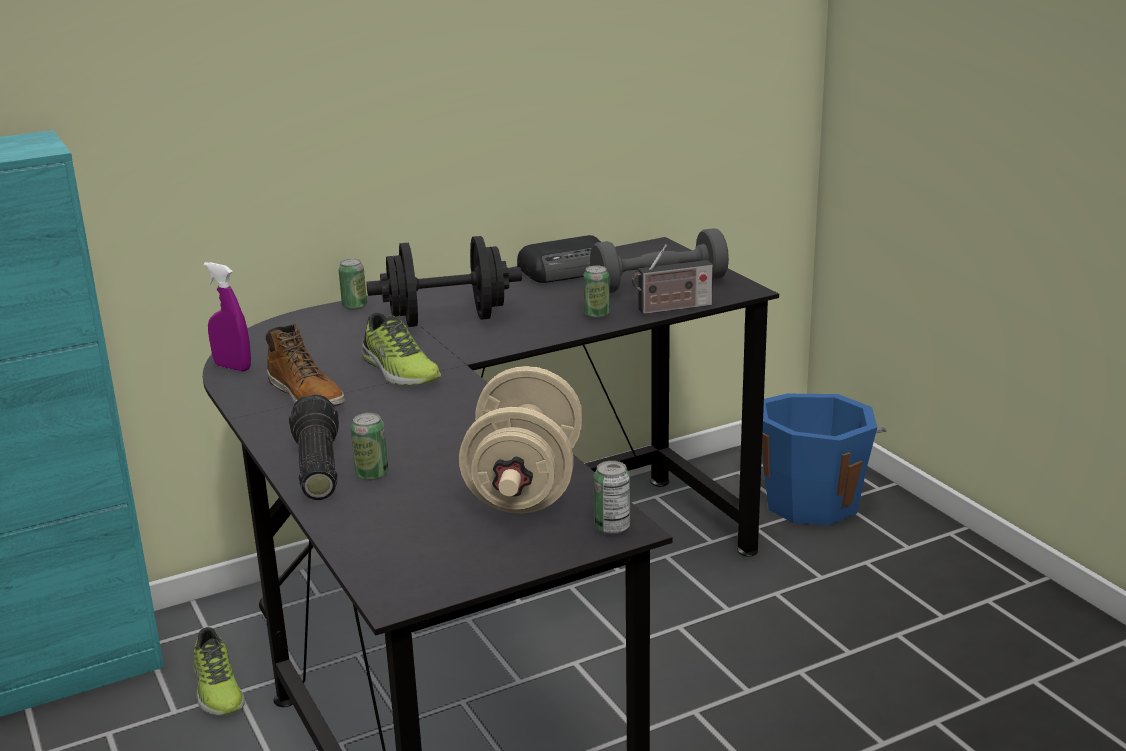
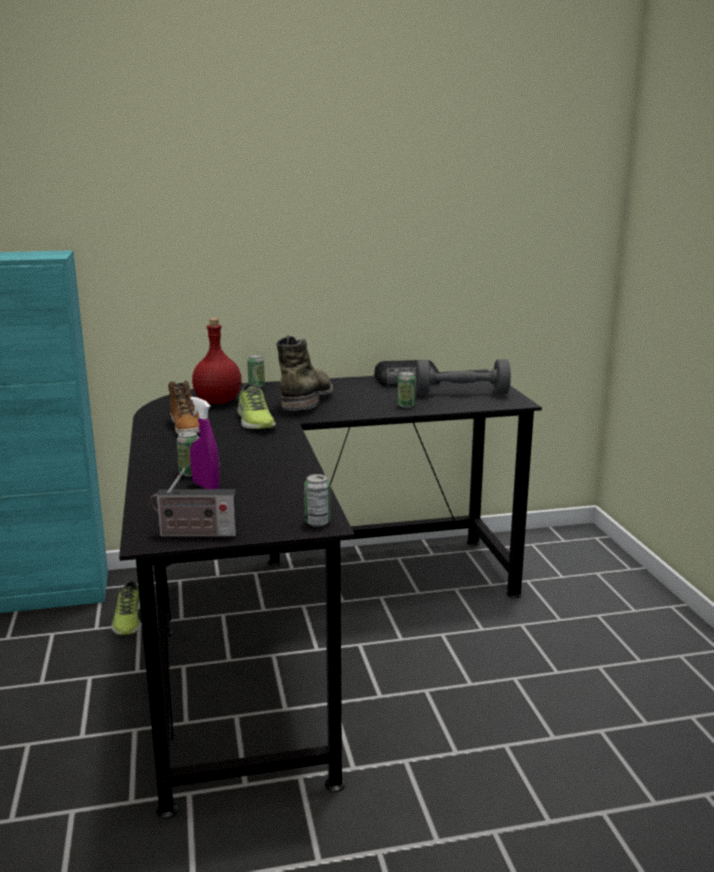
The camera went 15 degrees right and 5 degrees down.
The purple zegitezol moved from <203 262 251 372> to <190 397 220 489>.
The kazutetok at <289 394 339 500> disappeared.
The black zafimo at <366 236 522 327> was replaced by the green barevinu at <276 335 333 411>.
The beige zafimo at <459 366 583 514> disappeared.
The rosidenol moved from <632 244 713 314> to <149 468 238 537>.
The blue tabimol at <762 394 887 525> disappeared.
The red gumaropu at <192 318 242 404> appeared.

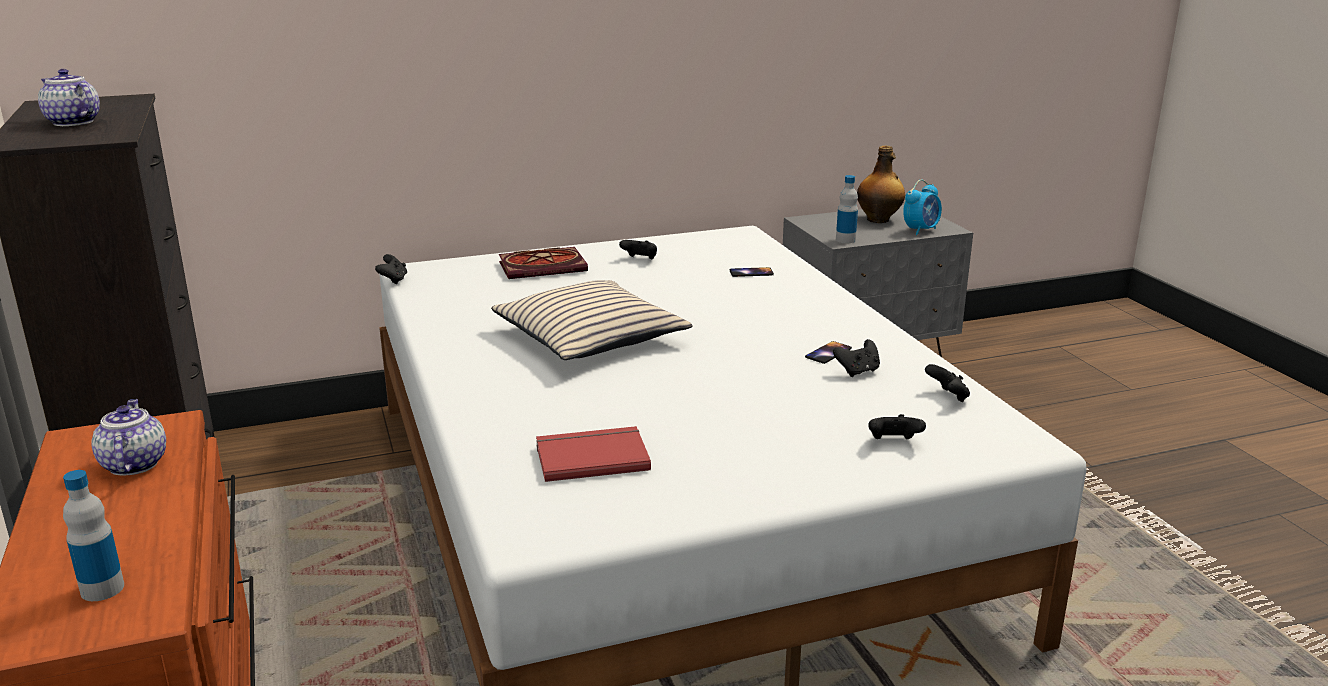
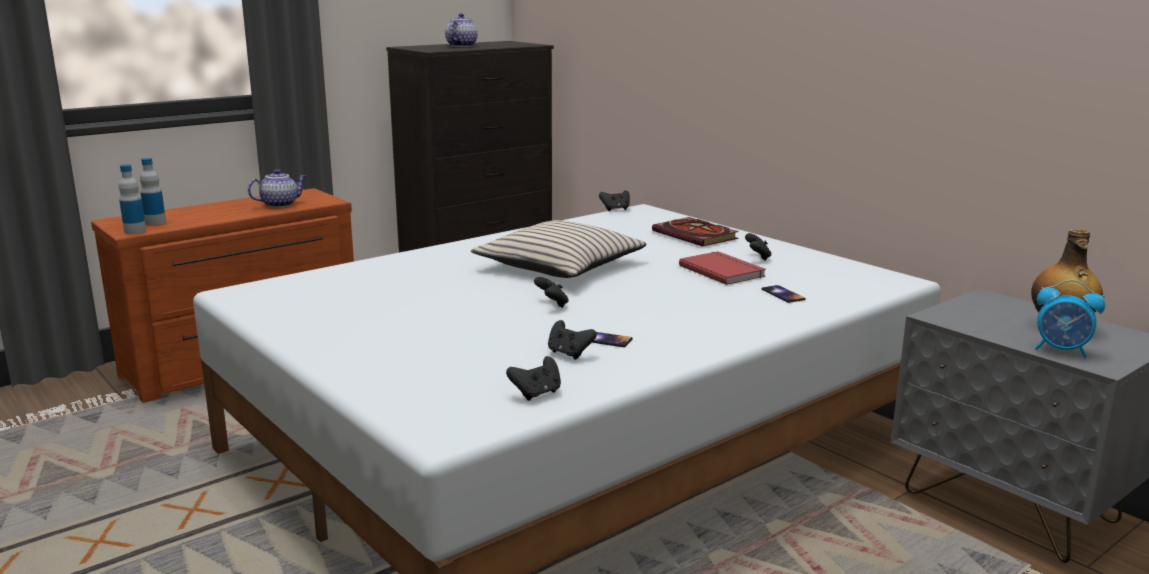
The camera went 70 degrees right and 5 degrees down.
The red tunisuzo moved from <536 426 651 482> to <679 251 766 285>.
The gumaropu moved from <836 175 858 243> to <119 164 146 234>.
The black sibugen moved from <868 414 926 439> to <534 277 569 308>.

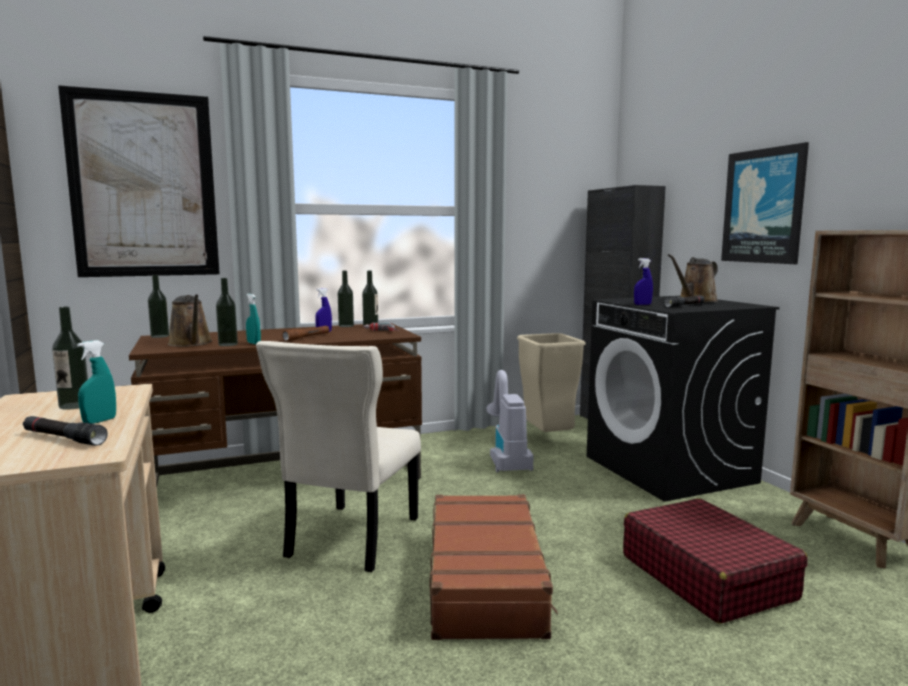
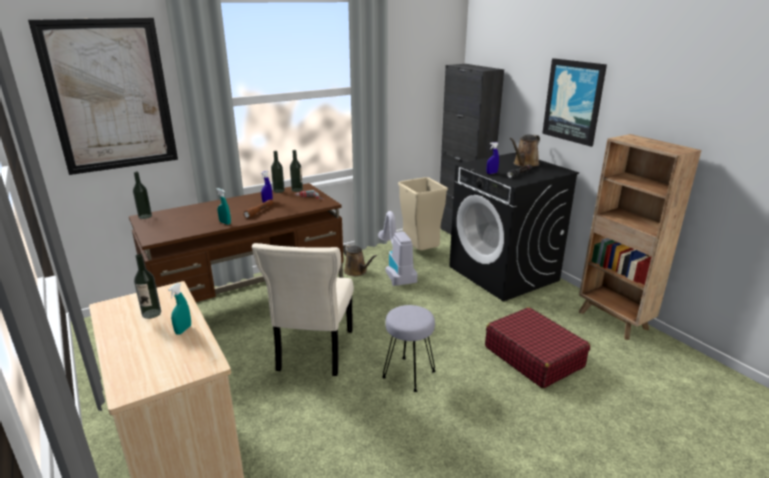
The camera went 10 degrees left and 15 degrees up.
The black kazutetok at <23 416 108 446> disappeared.
The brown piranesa moved from <168 294 212 347> to <343 244 377 276>.
The gumaropu at <216 278 238 346> disappeared.
The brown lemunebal at <429 494 558 640> was replaced by the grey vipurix at <382 305 436 392>.

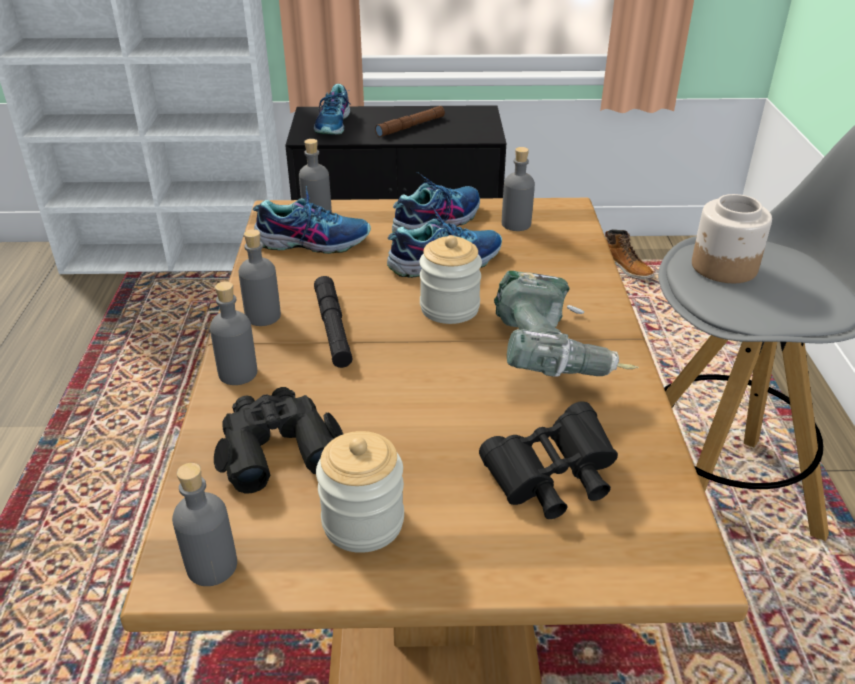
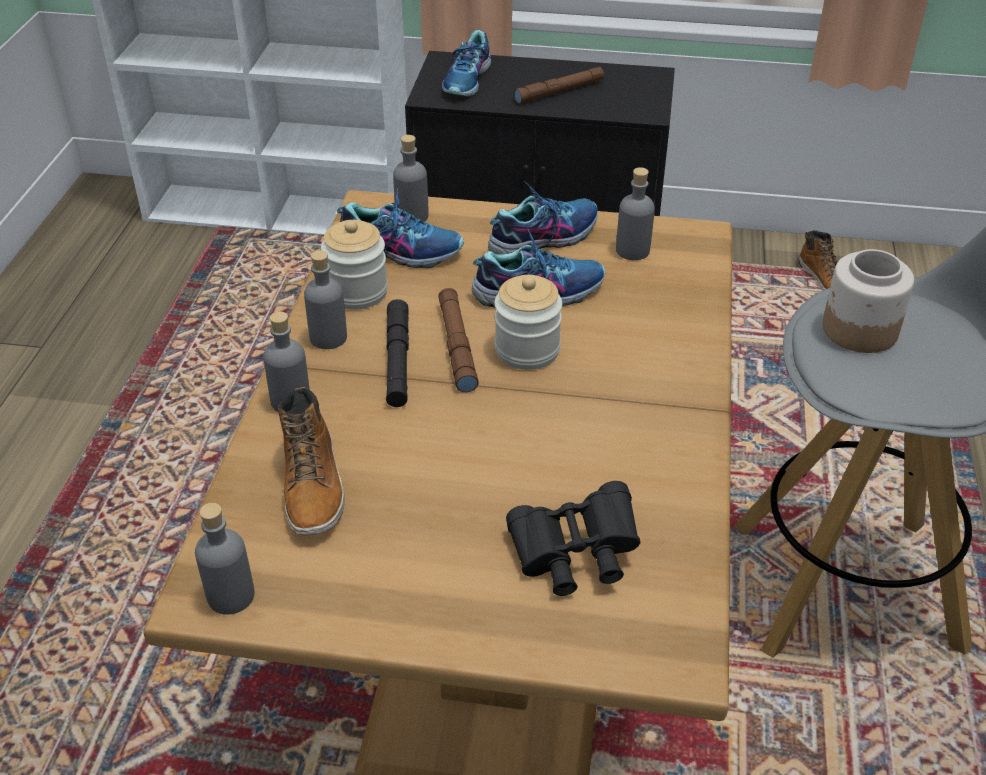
The camera went 10 degrees right and 5 degrees up.
The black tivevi at <214 387 343 494> was replaced by the barevinu at <278 387 345 535>.
The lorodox moved from <316 431 404 553> to <321 220 388 309>.
The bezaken at <494 271 639 377> disappeared.
The brown kazutetok at <438 288 479 392> appeared.

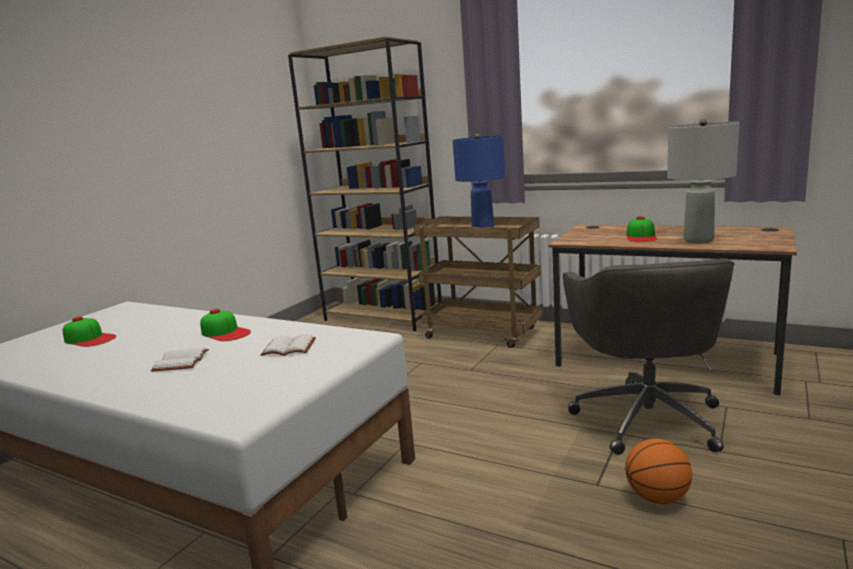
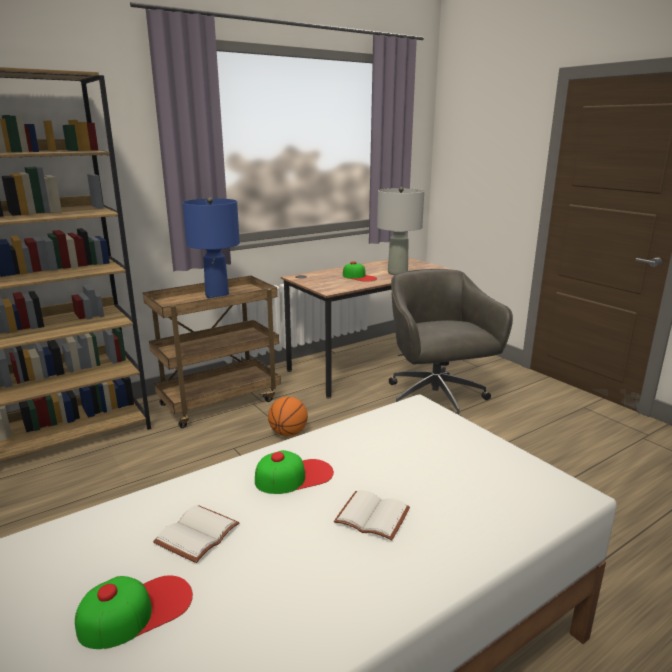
The camera went 65 degrees left and 5 degrees up.
The white tunisuzo moved from <261 334 316 356> to <153 505 240 563>.
The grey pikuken at <563 258 734 455> turned 135 degrees counterclockwise.
The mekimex moved from <625 439 692 504> to <268 396 308 436>.

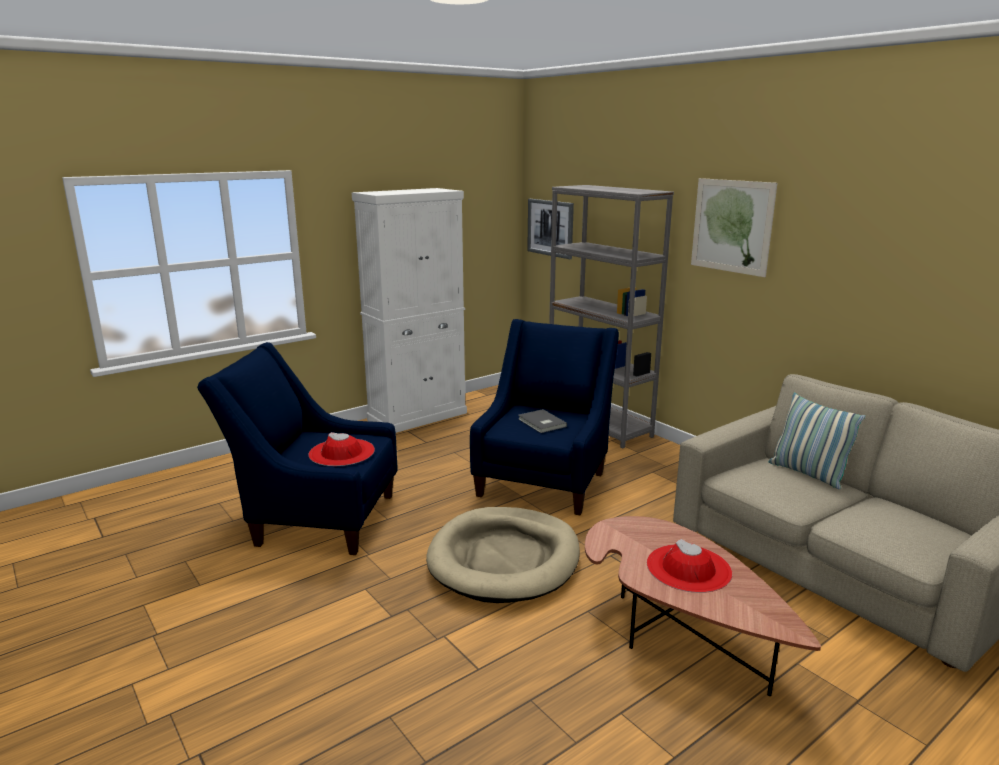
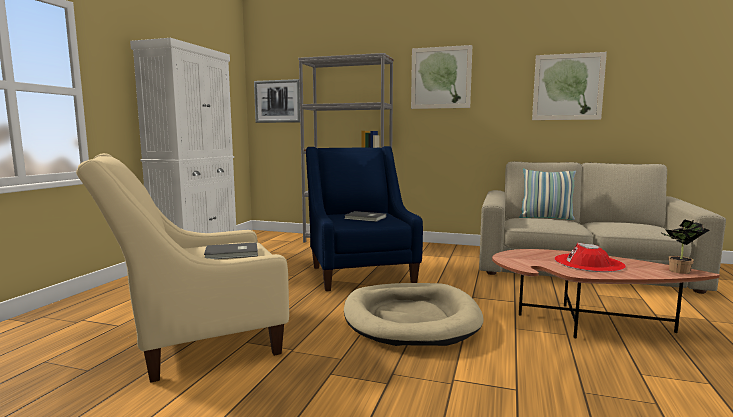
The camera went 35 degrees left and 10 degrees down.
The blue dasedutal at <197 342 397 555> became the beige dasedutal at <76 153 289 383>.
The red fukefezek at <308 432 375 466> was replaced by the grey tunisuzo at <204 242 258 259>.
The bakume at <532 52 607 120> appeared.
The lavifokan at <660 219 709 274> appeared.

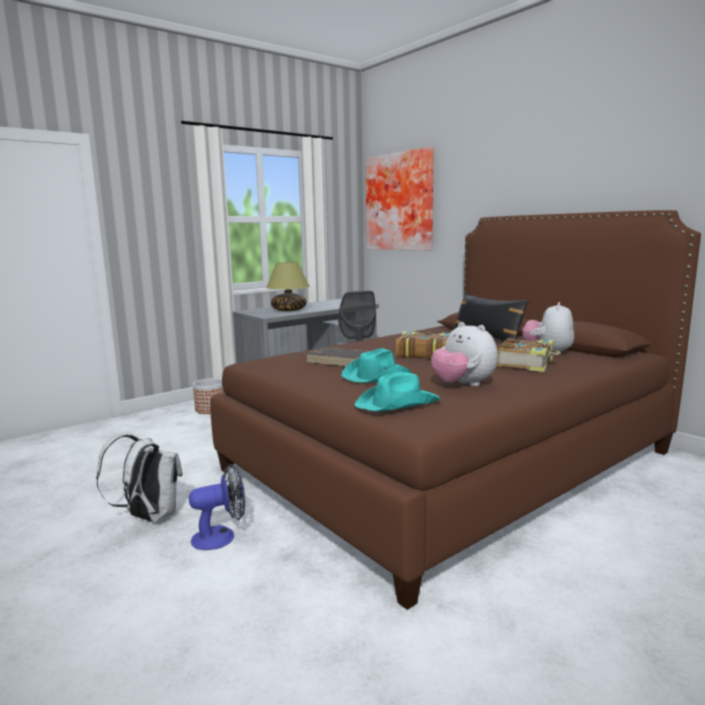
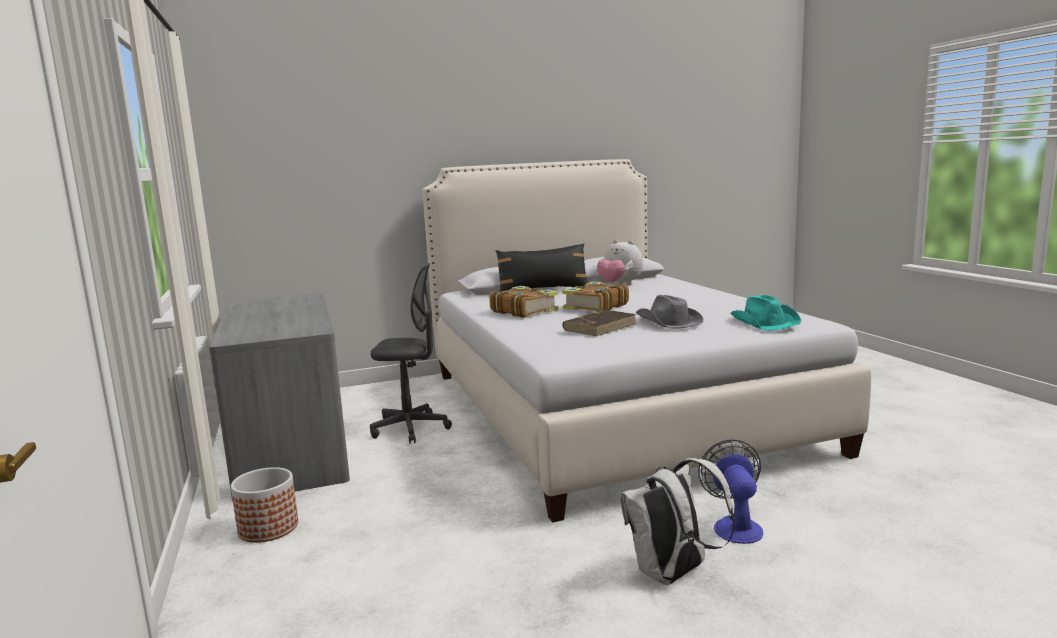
The camera went 70 degrees left and 0 degrees up.
The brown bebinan at <210 210 701 610> became the white bebinan at <422 159 871 523>.
The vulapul at <266 262 310 311> disappeared.
The turquoise fukefezek at <341 348 411 383> became the grey fukefezek at <636 295 703 329>.
The bakume at <365 146 434 251> disappeared.
The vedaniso at <431 322 498 386> disappeared.
The tunisuzo moved from <497 338 561 372> to <489 286 558 318>.

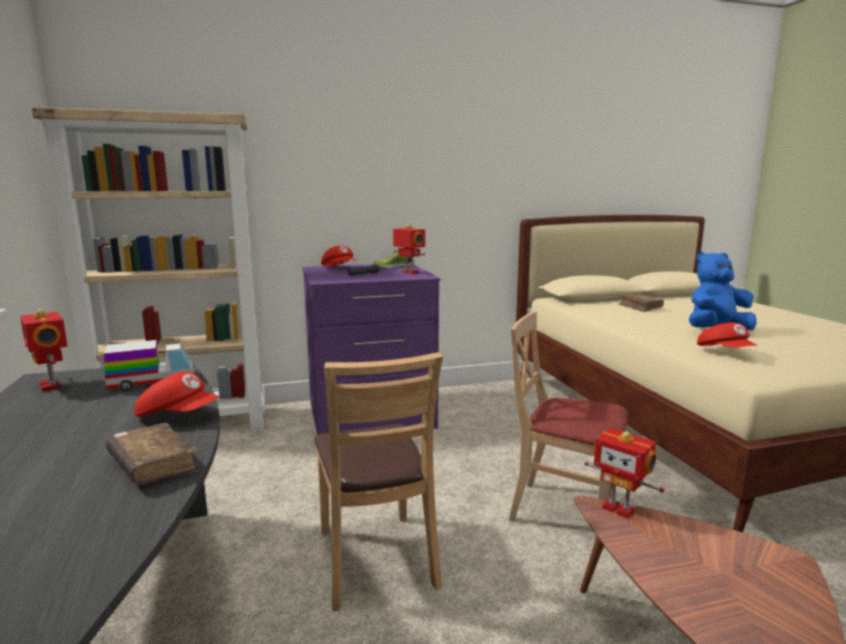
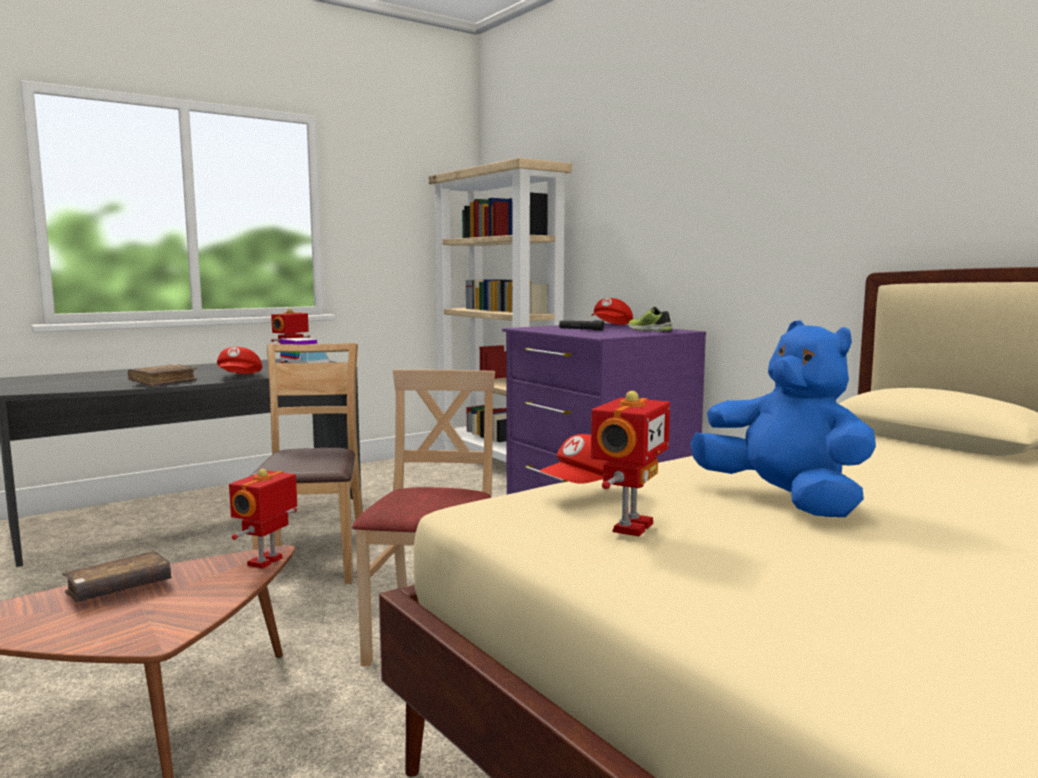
The camera went 70 degrees right and 5 degrees down.
The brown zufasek at <314 352 443 611> turned 120 degrees clockwise.
The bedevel moved from <393 224 425 274> to <591 391 670 536>.
The brown tunisuzo moved from <618 293 664 312> to <62 550 172 602>.

